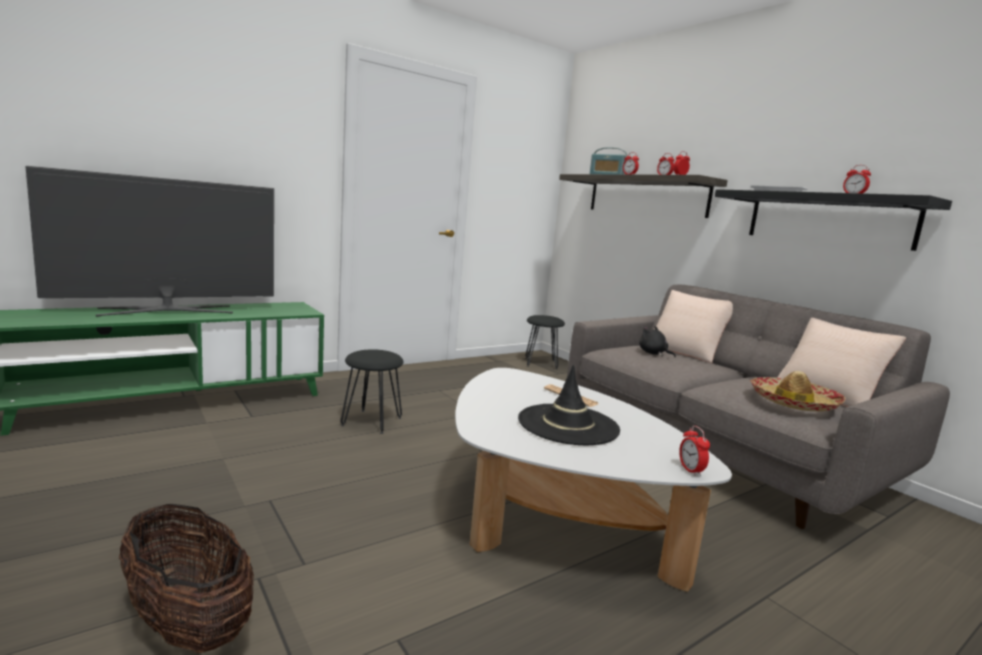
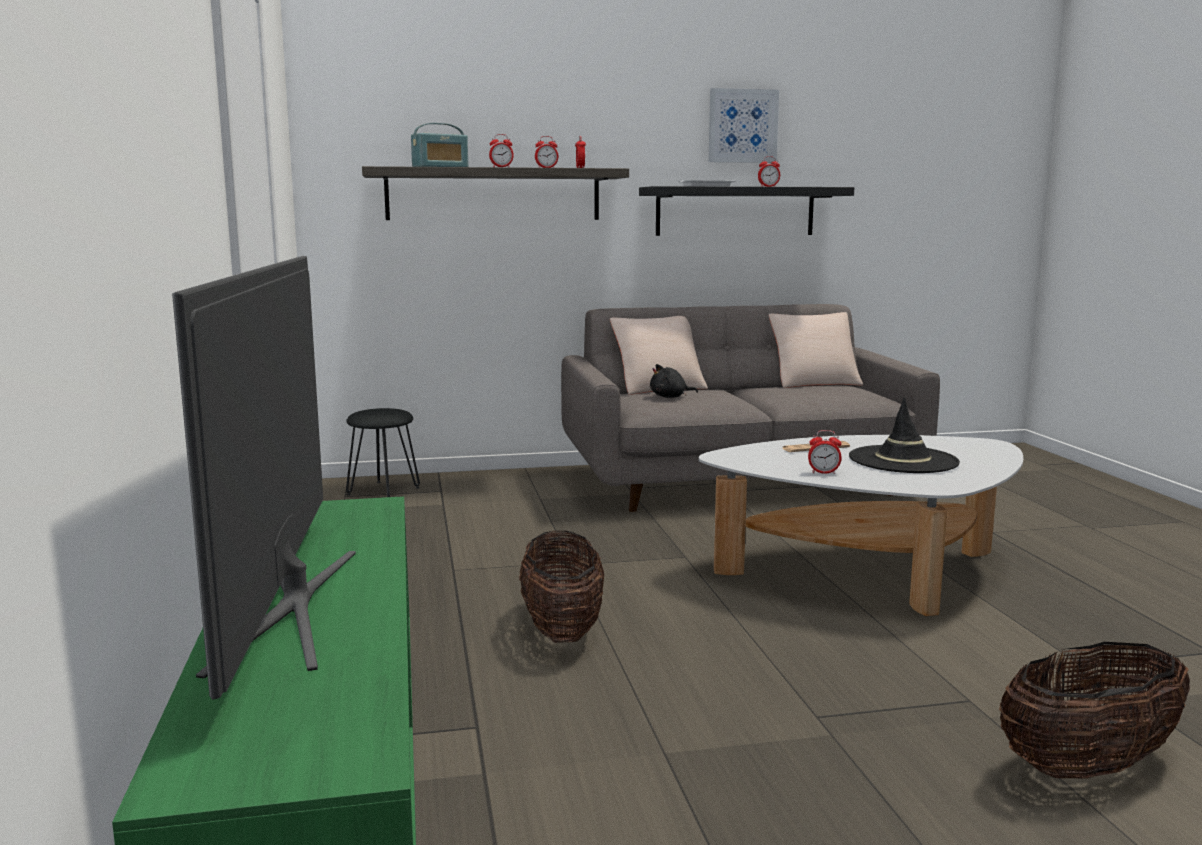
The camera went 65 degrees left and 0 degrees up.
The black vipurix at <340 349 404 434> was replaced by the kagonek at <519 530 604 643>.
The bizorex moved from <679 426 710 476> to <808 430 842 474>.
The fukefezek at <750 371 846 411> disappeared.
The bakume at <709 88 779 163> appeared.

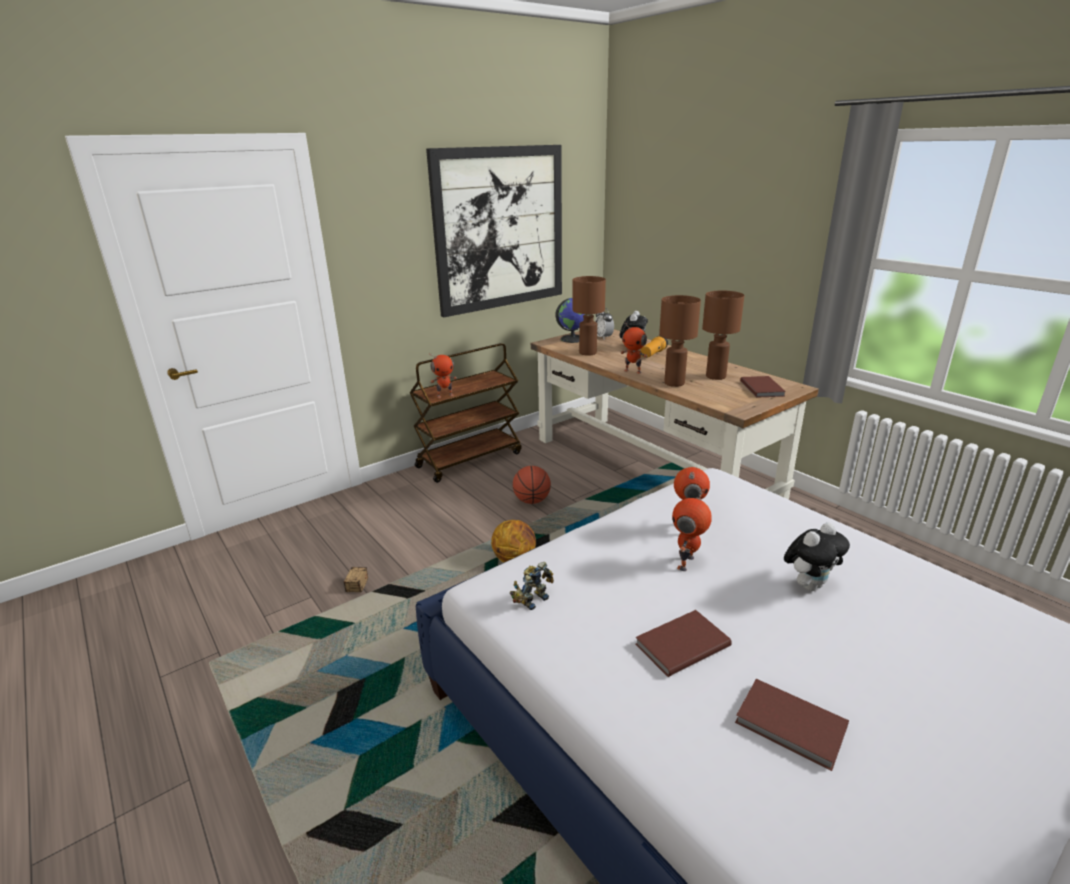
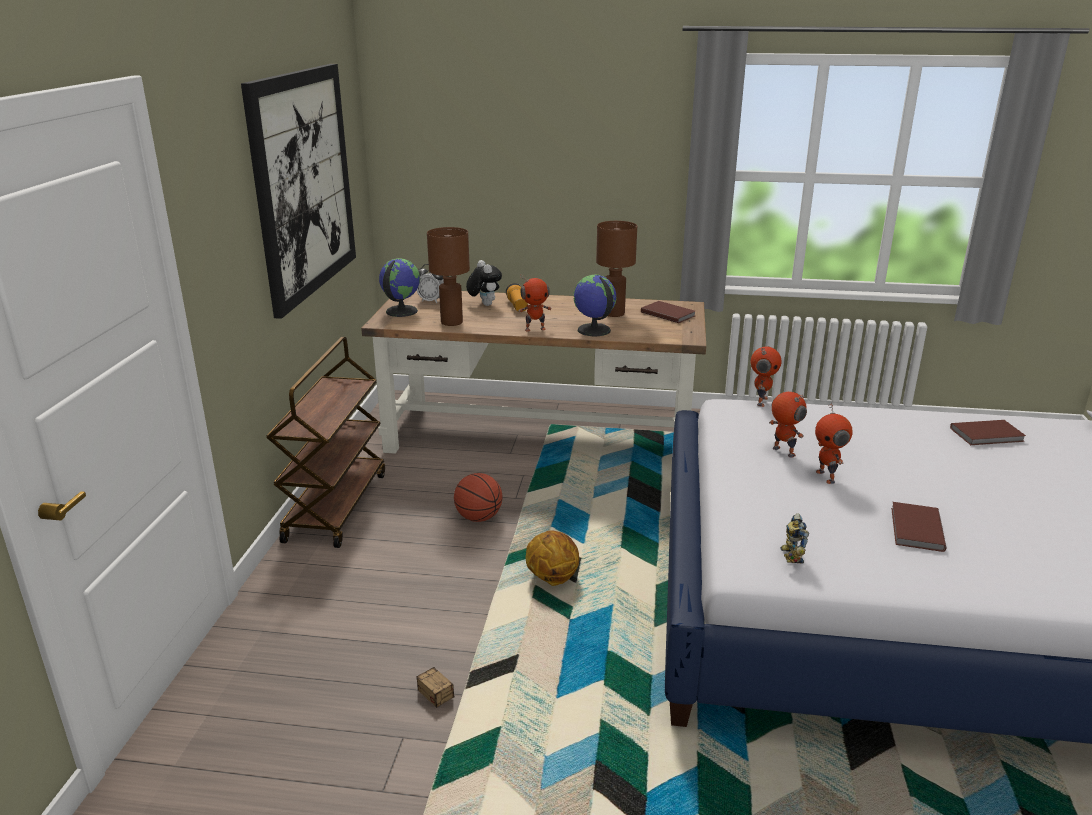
The camera went 45 degrees left and 0 degrees up.
The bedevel moved from <429 353 457 398> to <751 347 782 407>.
The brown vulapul at <659 295 701 387> was replaced by the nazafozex at <573 275 617 336>.
The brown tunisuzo moved from <735 679 849 771> to <950 420 1026 445>.
The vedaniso at <784 523 850 591> disappeared.

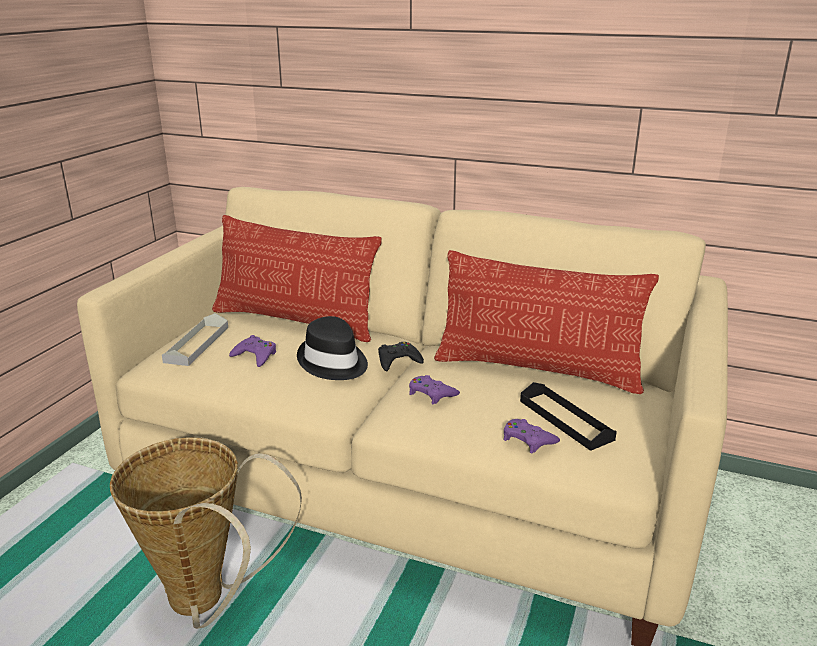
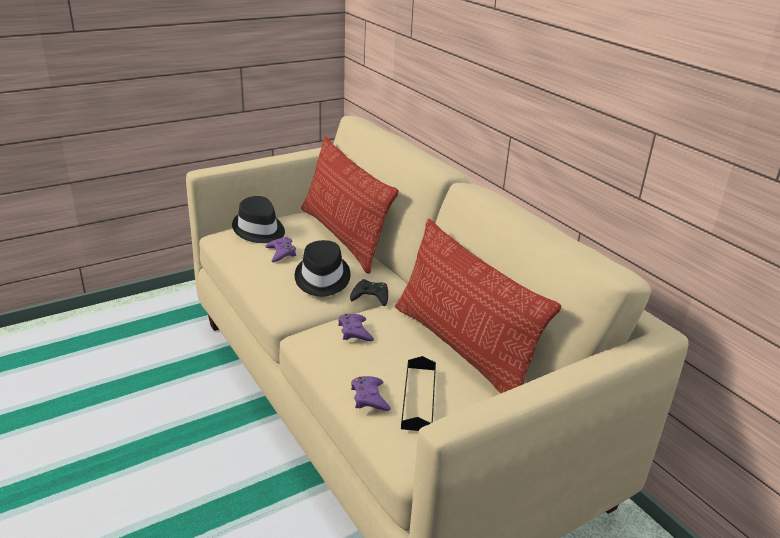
The camera went 35 degrees right and 5 degrees up.
The kagonek at <110 438 302 629> disappeared.
The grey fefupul at <162 313 228 366> was replaced by the black fukefezek at <232 196 285 243>.

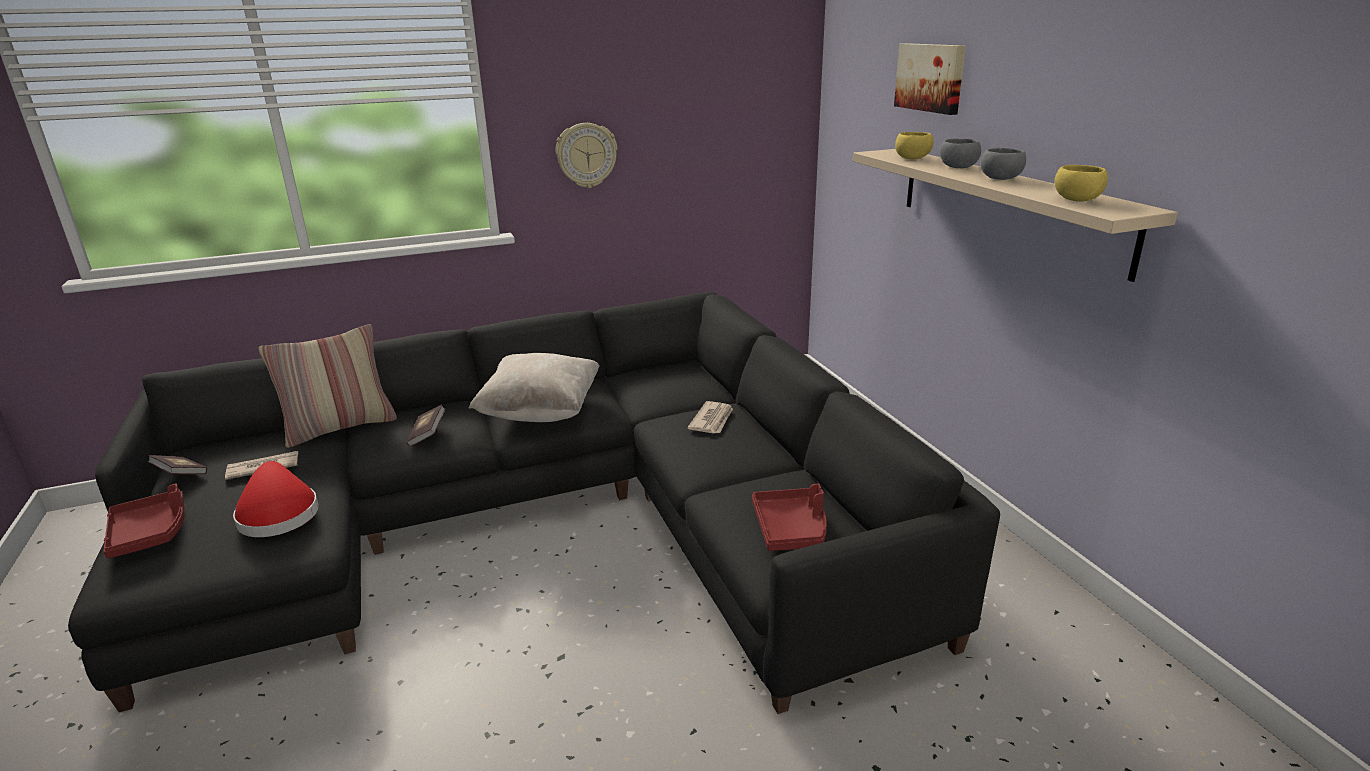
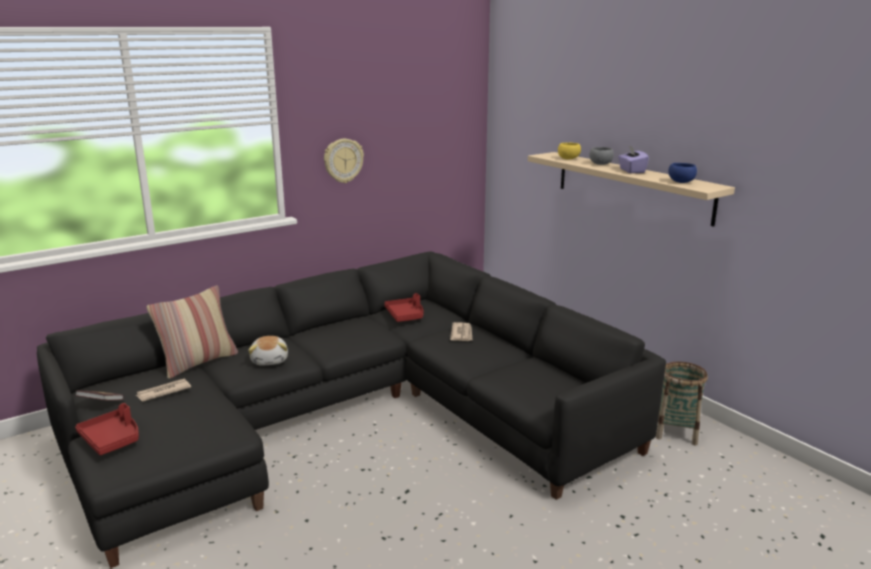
The camera went 15 degrees left and 5 degrees down.
The red fukefezek at <233 461 319 537> disappeared.
The tunisuzo at <407 405 445 446> was replaced by the vedaniso at <248 336 288 365>.
The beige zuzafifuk at <469 353 600 422> disappeared.
The red fefupul moved from <752 484 827 551> to <384 293 423 322>.
The bakume at <894 43 966 115> disappeared.
The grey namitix at <981 148 1026 180> was replaced by the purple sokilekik at <618 146 649 173>.
The yellow namitix at <1055 165 1108 202> became the blue namitix at <668 163 697 183>.
The kagonek at <656 362 708 445> appeared.

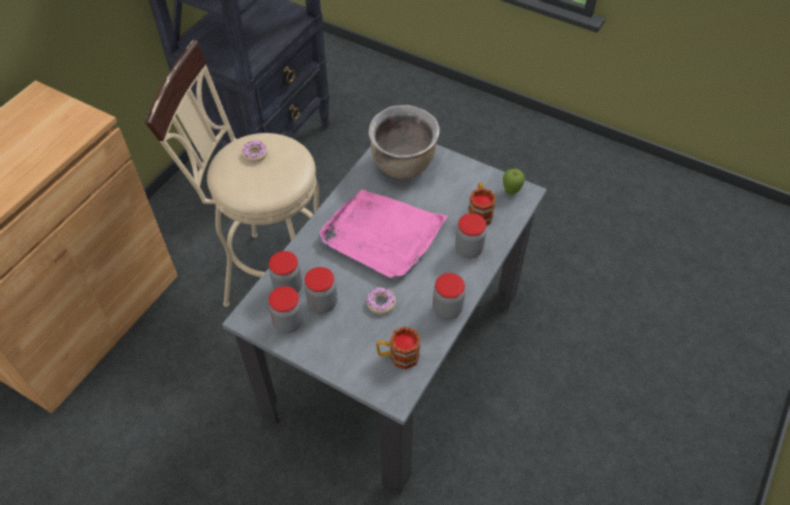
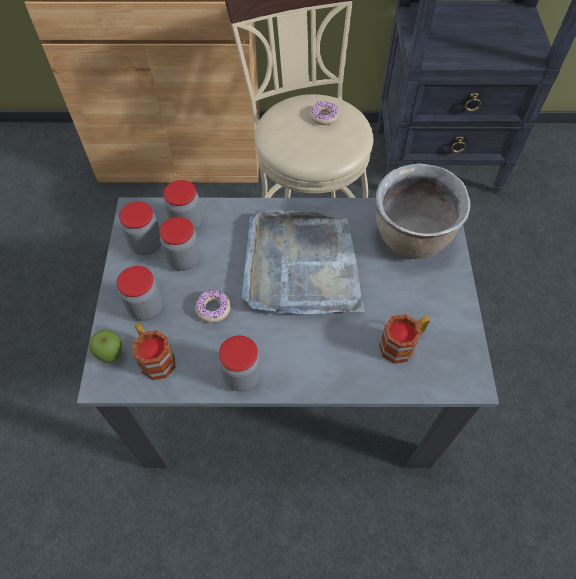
The camera went 60 degrees right and 5 degrees up.
The pink fefupul at <318 190 448 278> became the grey fefupul at <242 210 365 314>.
The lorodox moved from <455 213 486 259> to <117 266 163 321>.
The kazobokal moved from <503 169 525 194> to <88 330 122 363>.

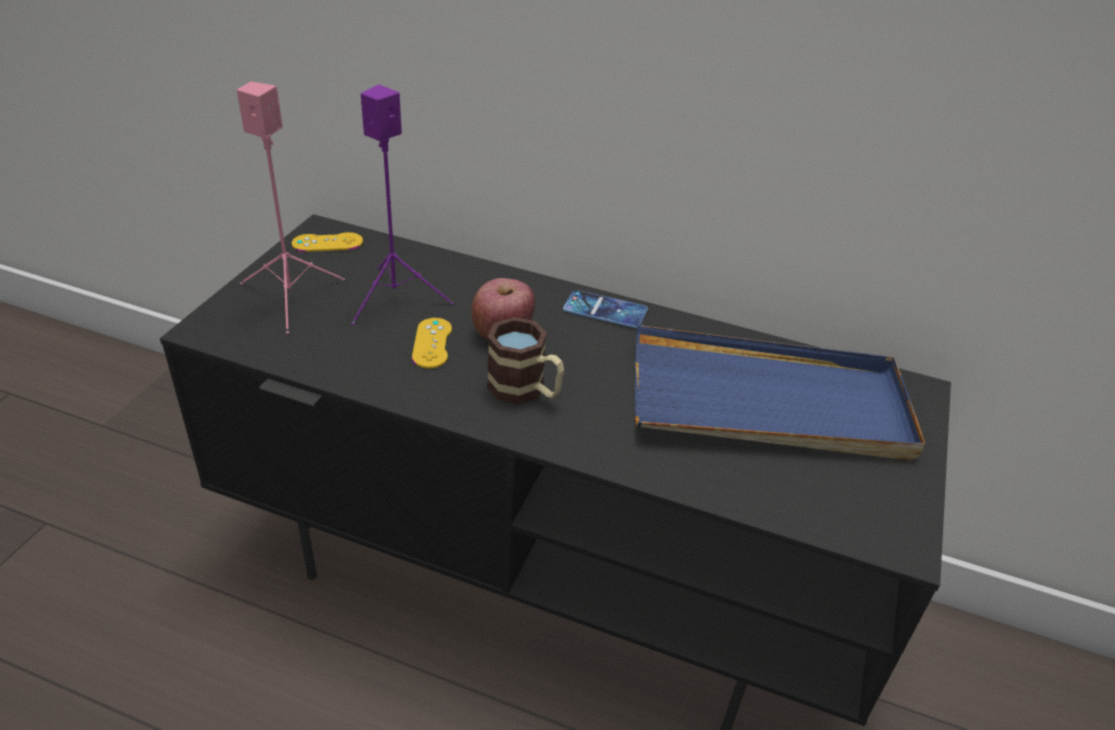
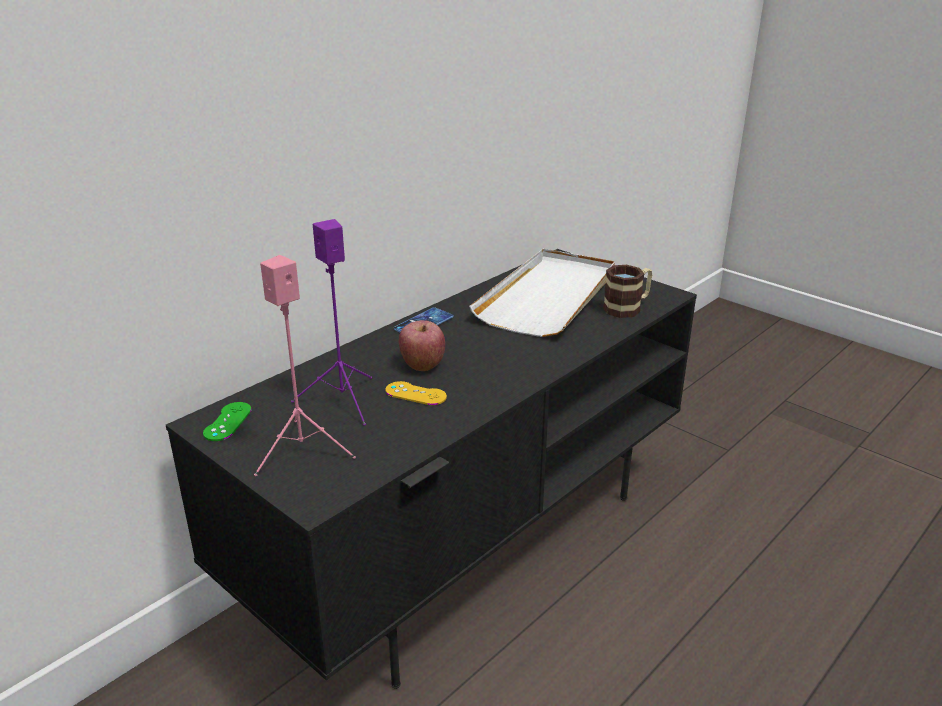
The camera went 65 degrees left and 10 degrees down.
The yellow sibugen at <292 232 363 252> became the green sibugen at <203 402 251 441>.
The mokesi moved from <487 317 564 404> to <603 265 652 318>.
The blue fefupul at <635 325 925 460> became the white fefupul at <469 249 615 337>.

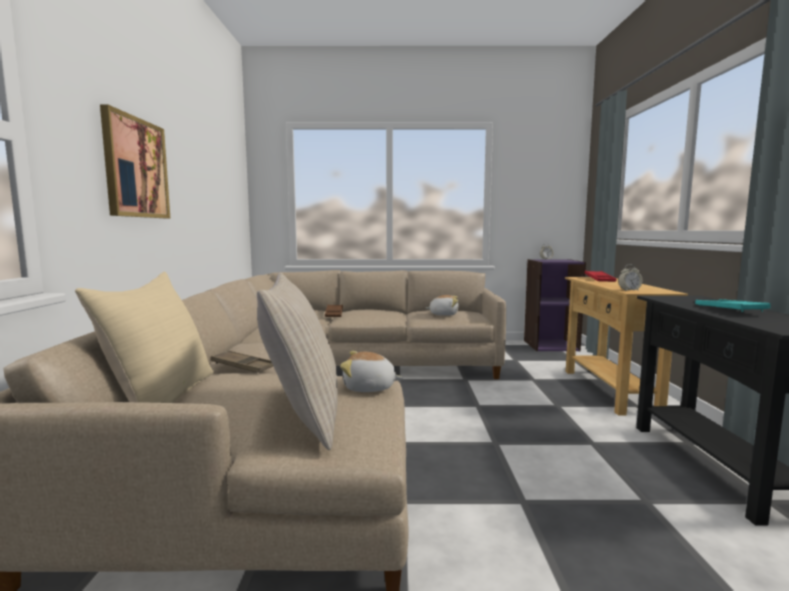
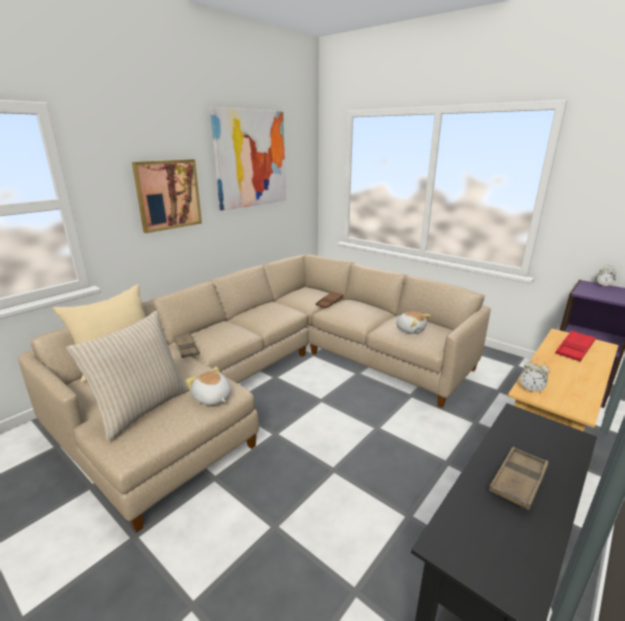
The camera went 40 degrees right and 15 degrees up.
The turquoise fefupul at <695 299 771 312> became the brown fefupul at <489 447 549 510>.
The bakume at <210 107 286 210> appeared.

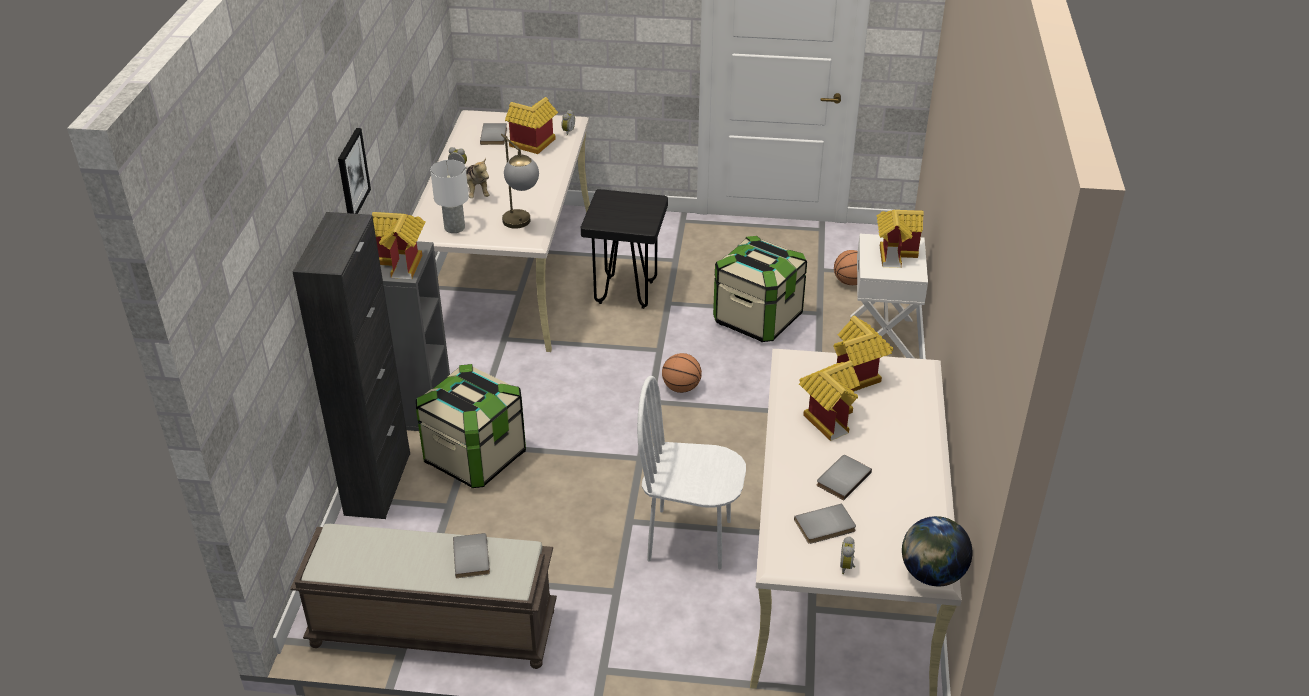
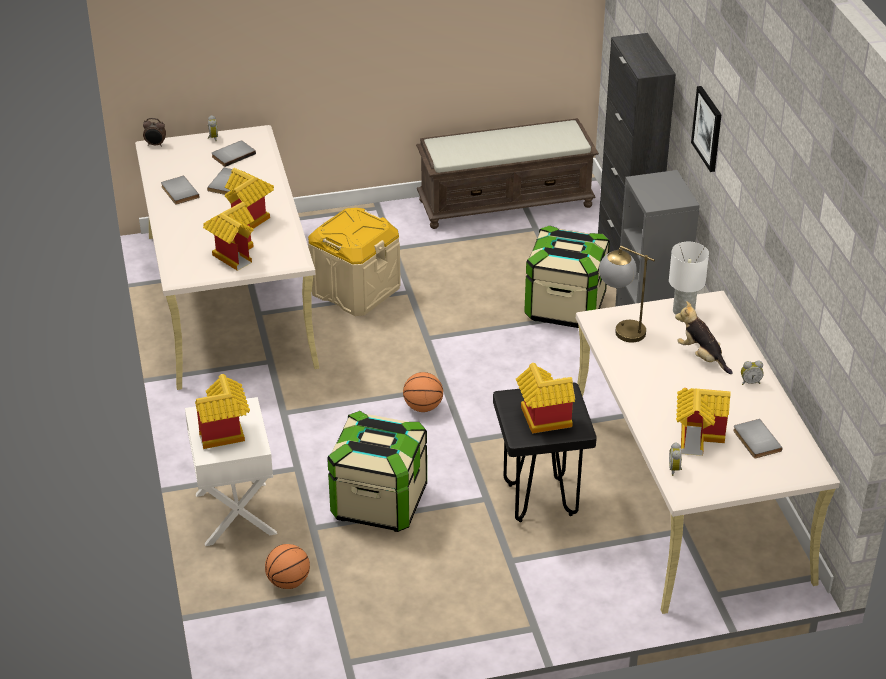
The camera went 160 degrees right and 0 degrees up.
The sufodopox moved from <372 212 426 279> to <515 363 575 434>.
The grey tunisuzo moved from <453 533 490 578> to <161 176 199 205>.
The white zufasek at <637 376 746 570> was replaced by the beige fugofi at <308 208 401 316>.
The nazafozex at <902 516 973 586> was replaced by the bizorex at <143 118 166 147>.

